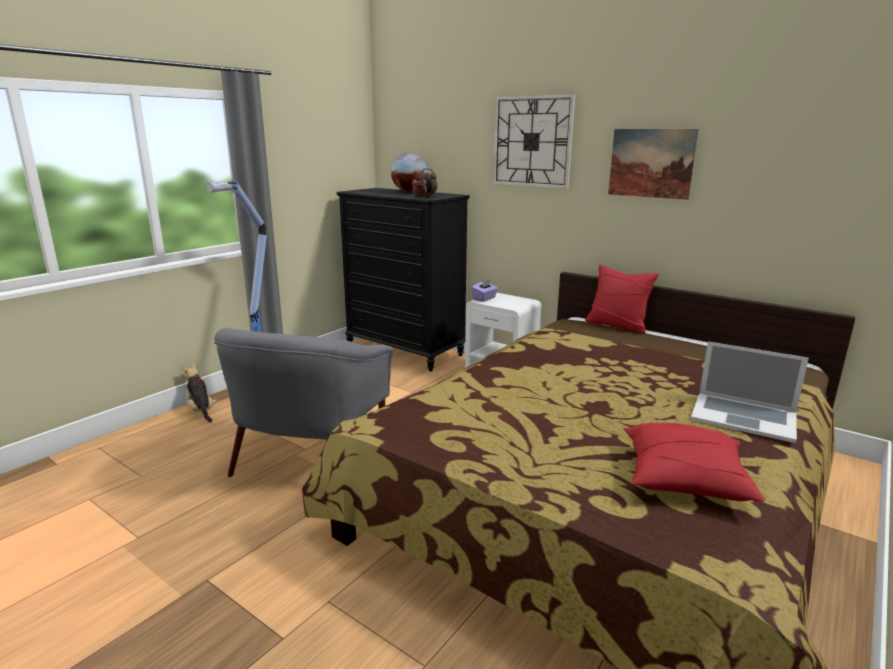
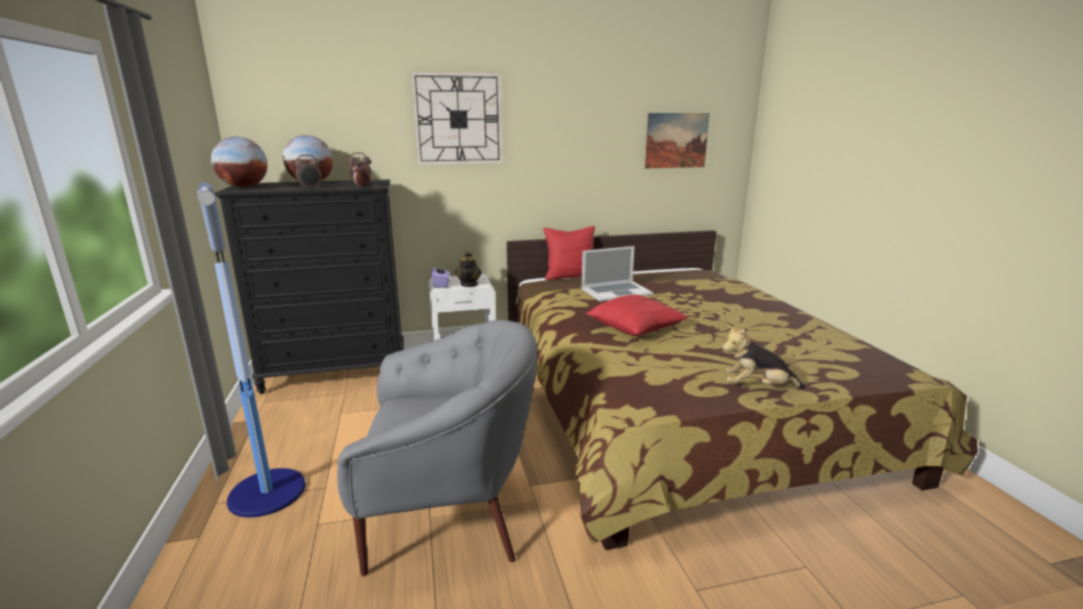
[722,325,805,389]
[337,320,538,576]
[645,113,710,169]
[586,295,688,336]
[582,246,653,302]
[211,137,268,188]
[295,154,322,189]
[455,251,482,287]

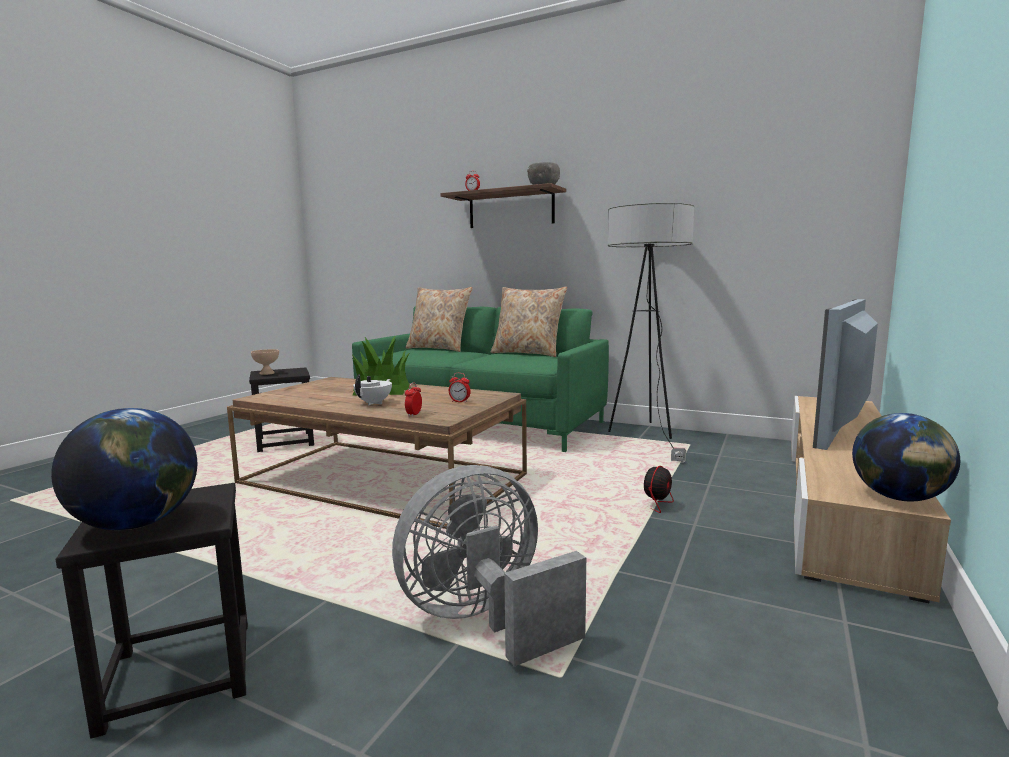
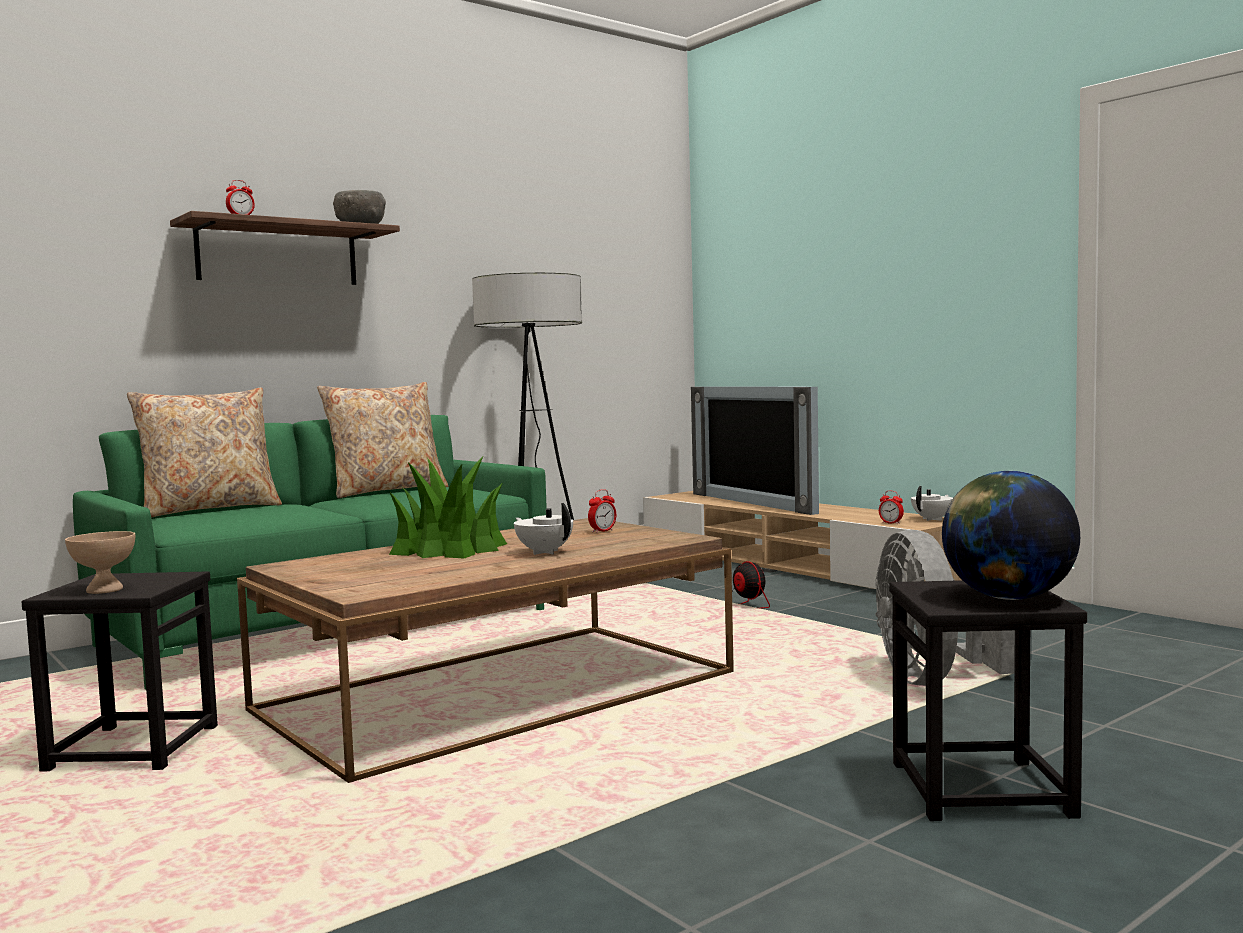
[879,491,904,524]
[911,486,953,521]

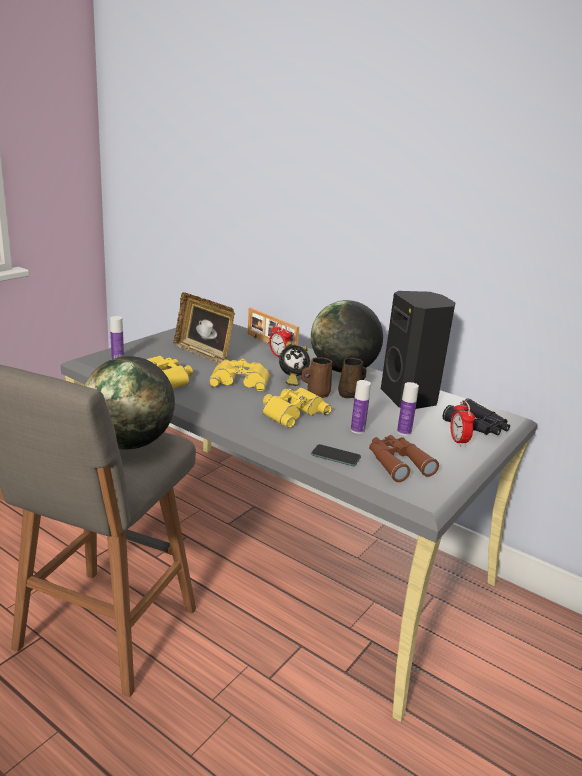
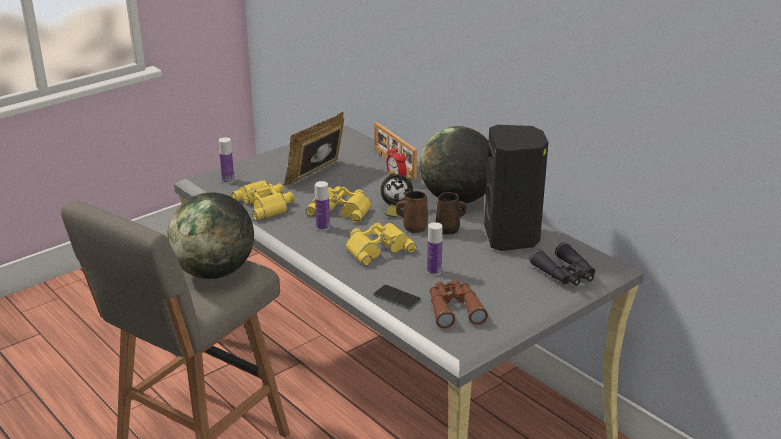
[284,112,344,185]
[315,181,330,231]
[450,400,475,447] (first image)

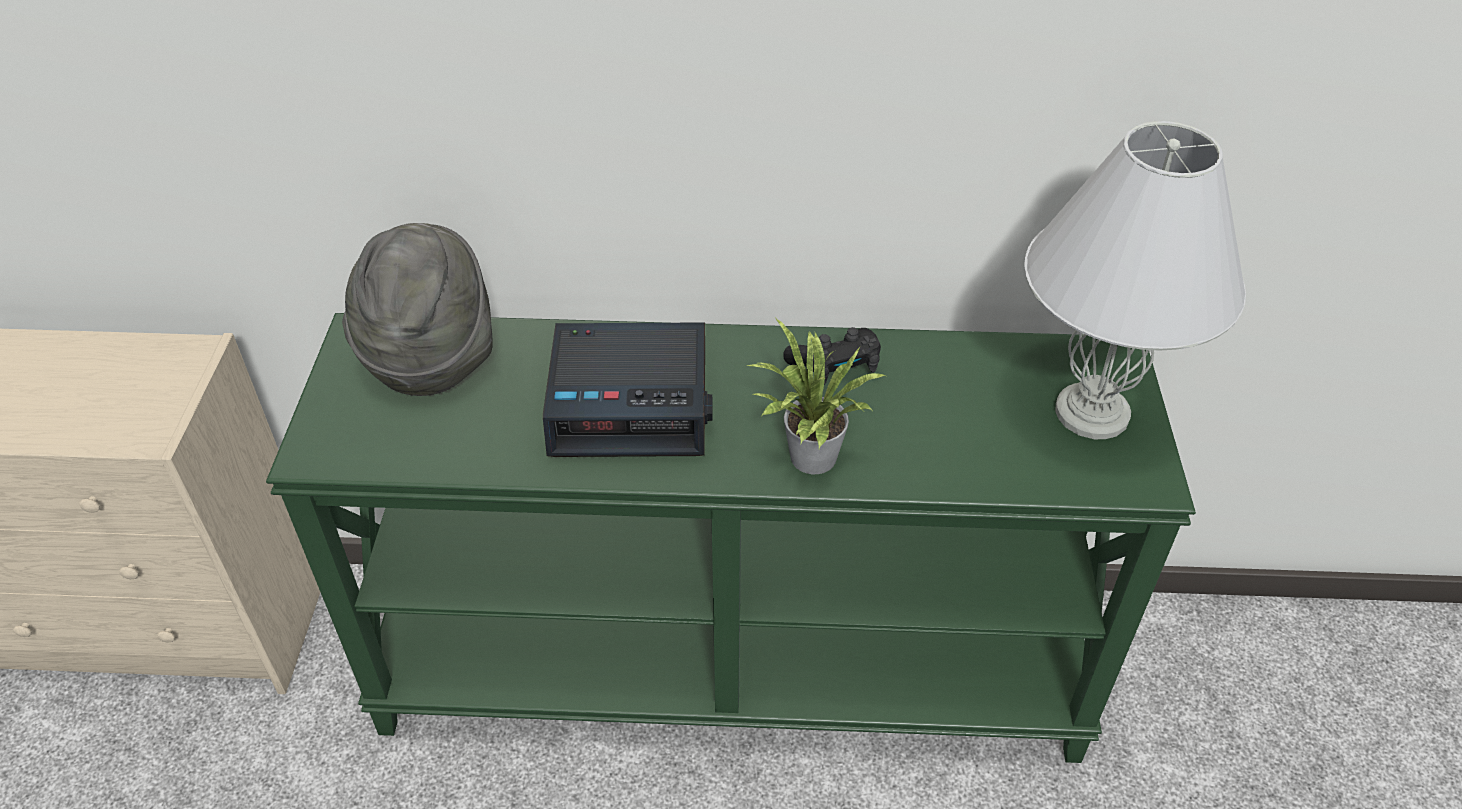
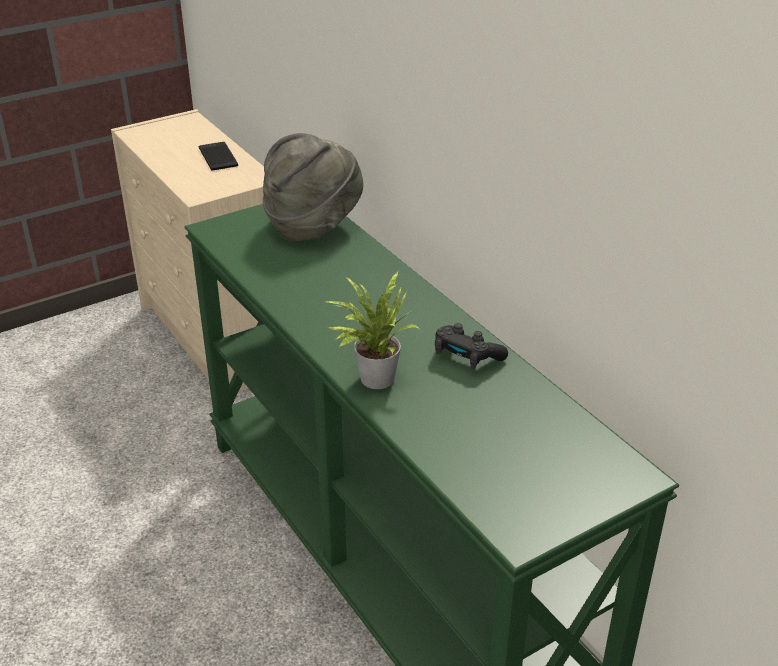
[543,322,713,457] (first image)
[1024,121,1246,439] (first image)
[199,142,238,170]

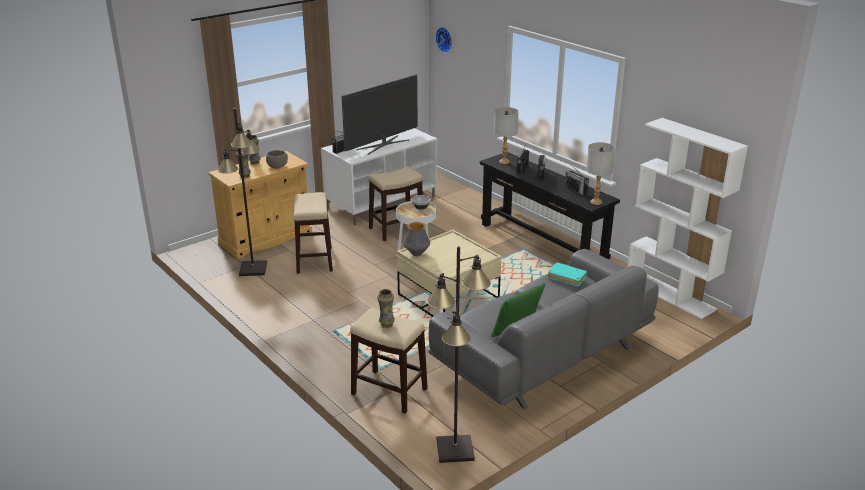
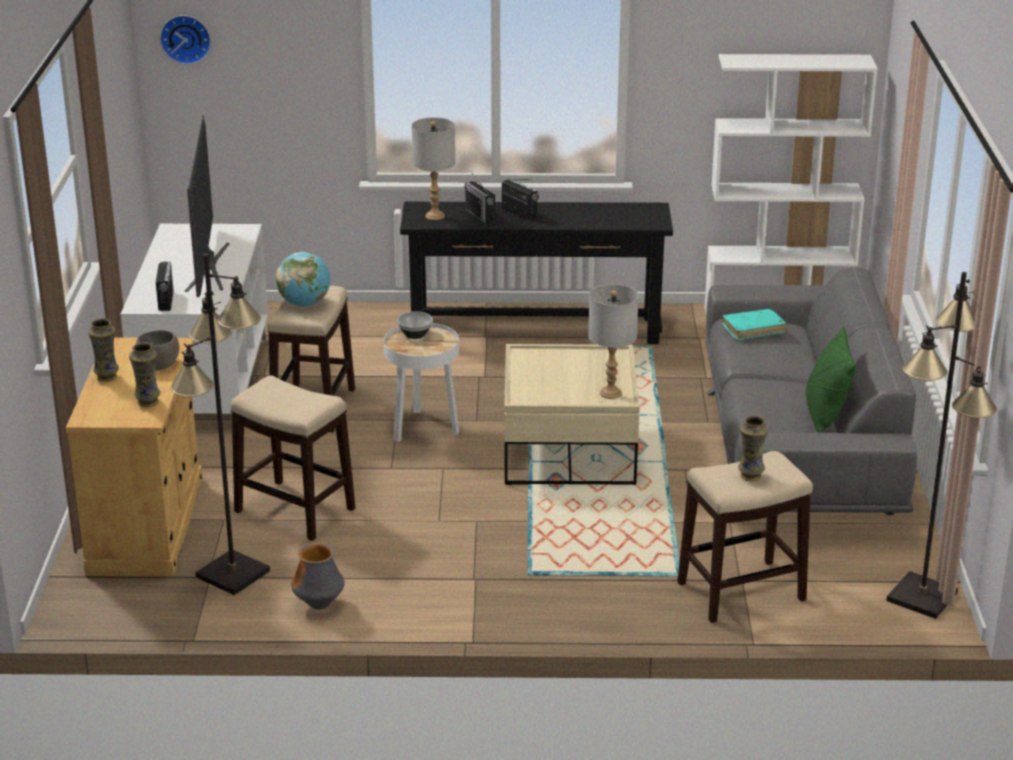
[291,543,345,610]
[565,165,589,196] (first image)
[588,284,639,399]
[276,252,330,306]

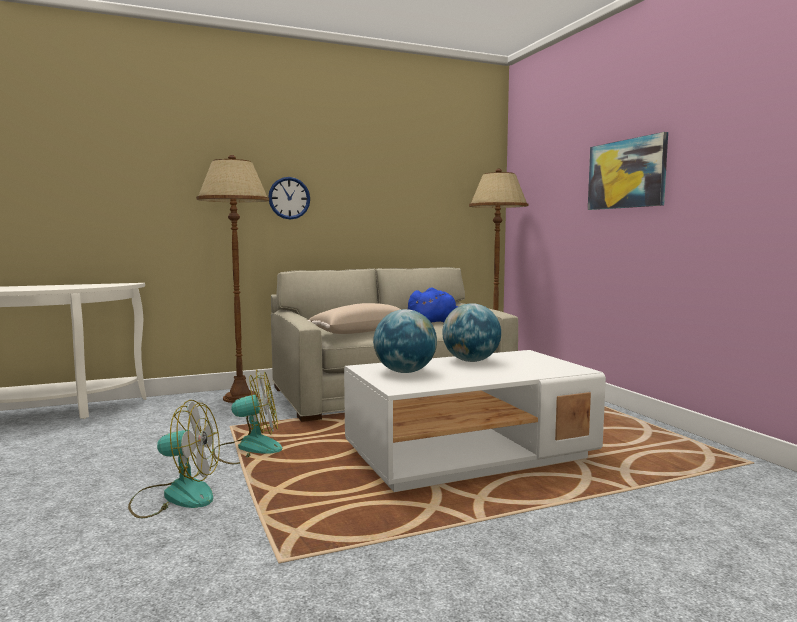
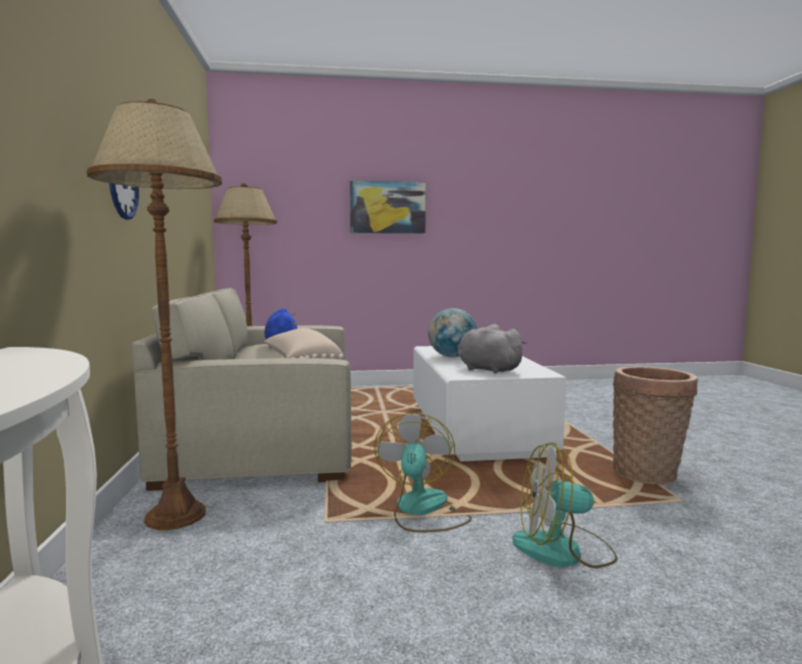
[512,442,618,568]
[457,324,527,373]
[613,366,698,485]

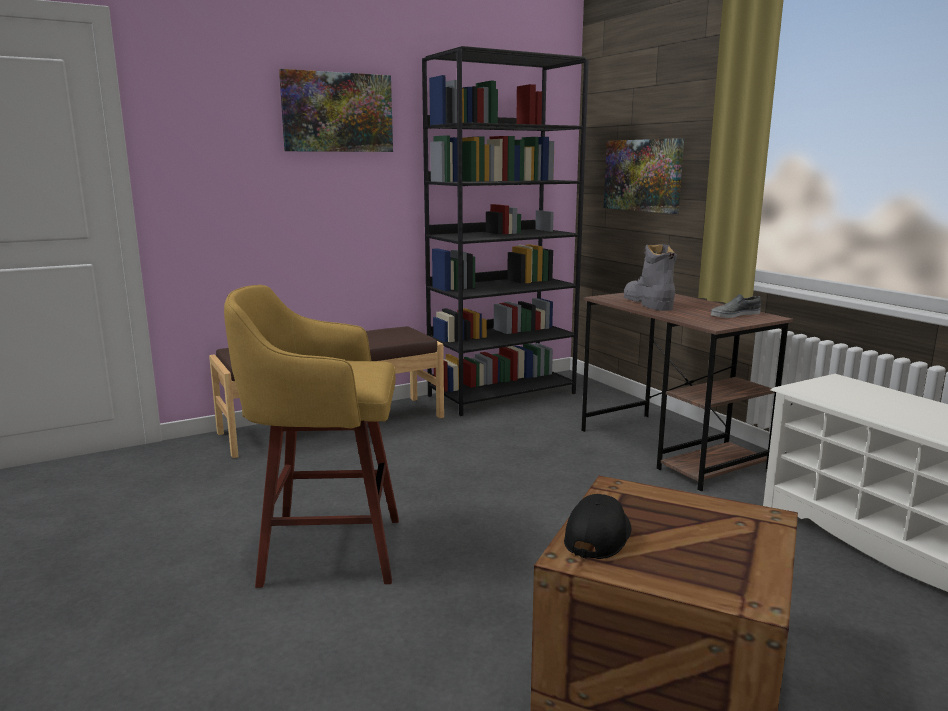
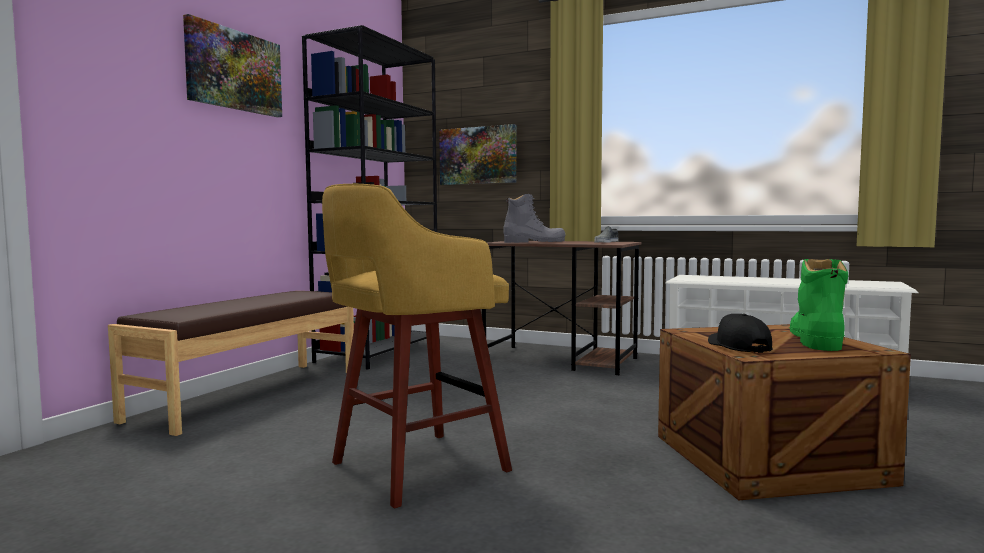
[503,194,565,243]
[790,259,848,351]

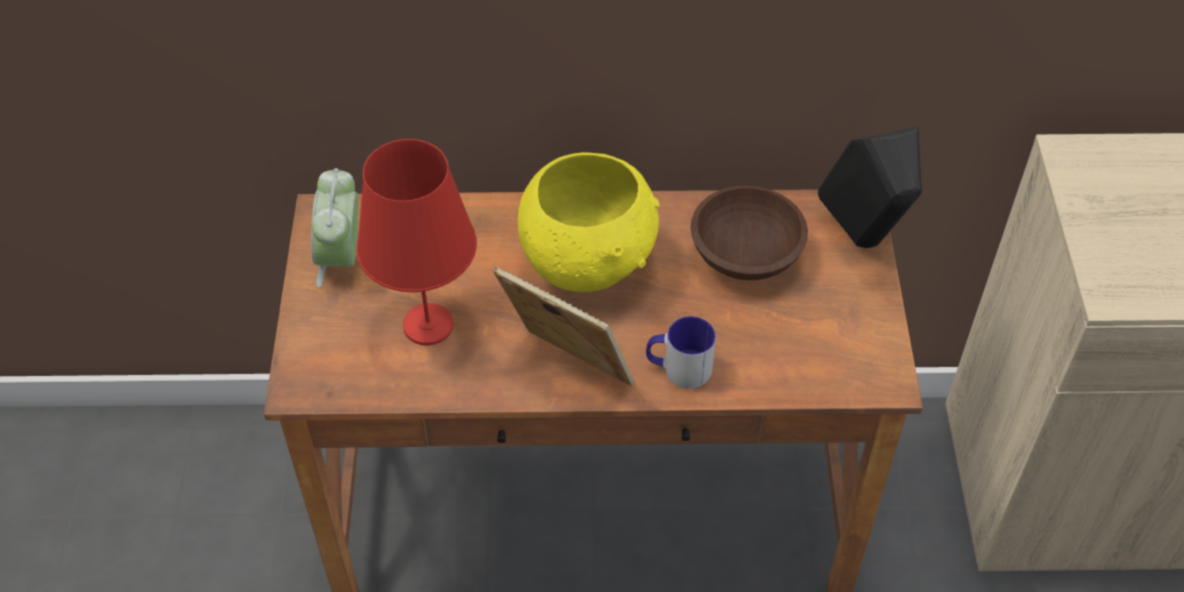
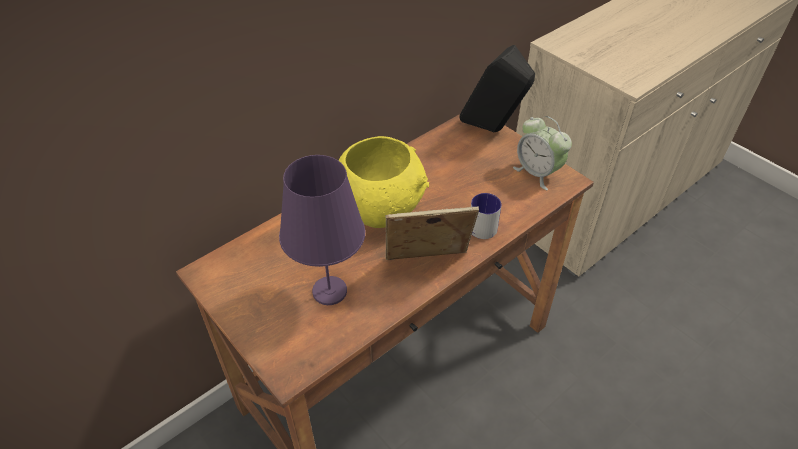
[513,116,572,190]
[279,155,365,305]
[691,186,808,280] (first image)

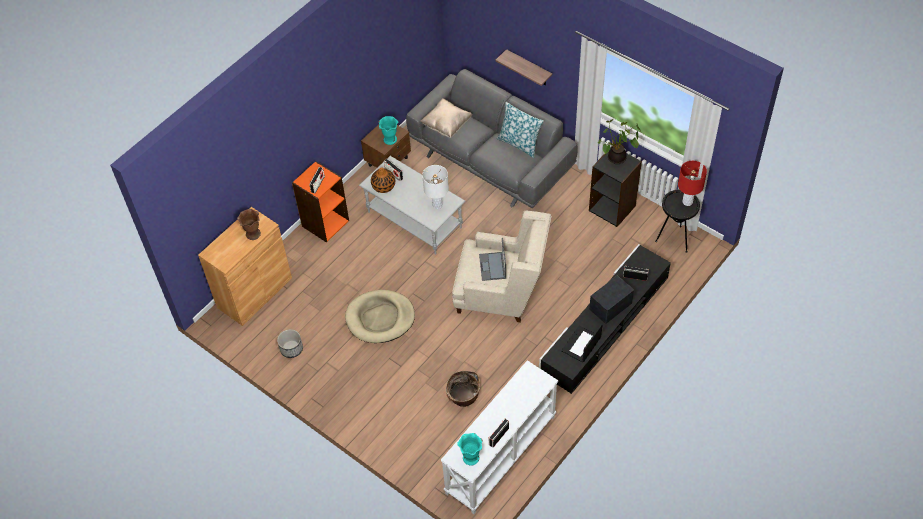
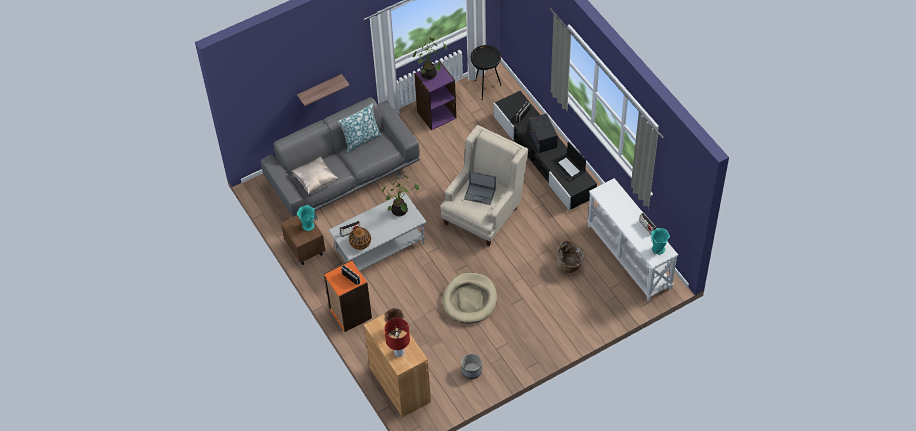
[382,174,419,216]
[414,61,456,130]
[384,318,410,357]

